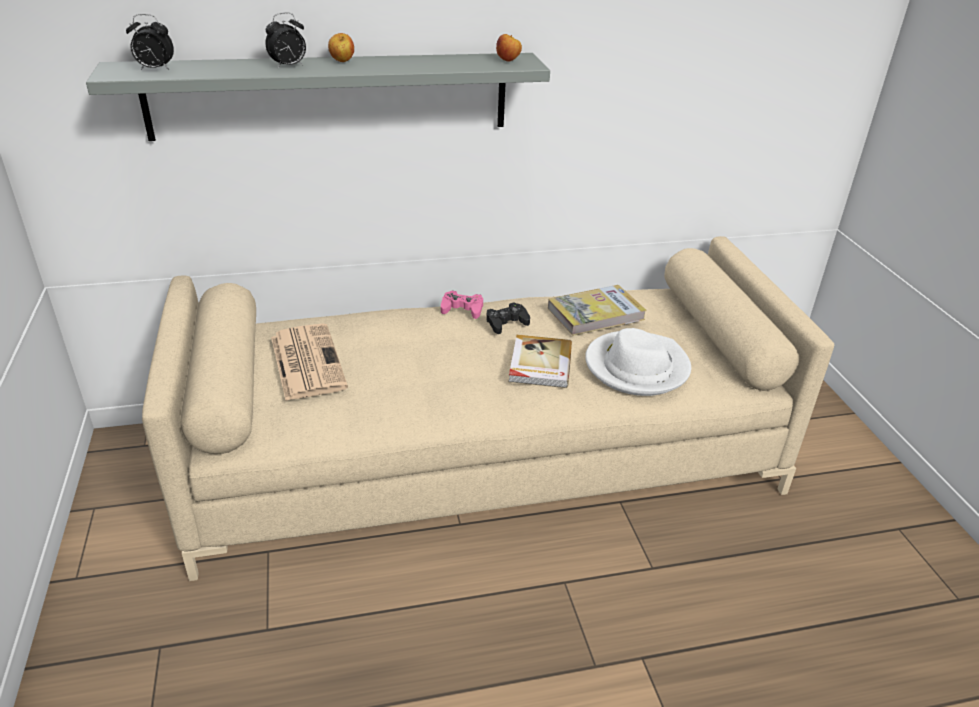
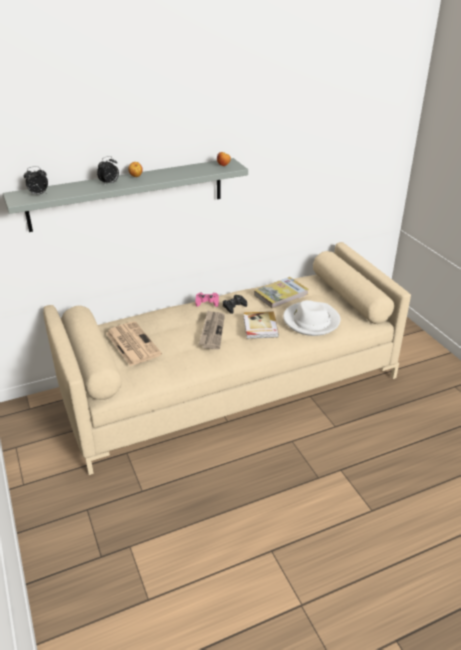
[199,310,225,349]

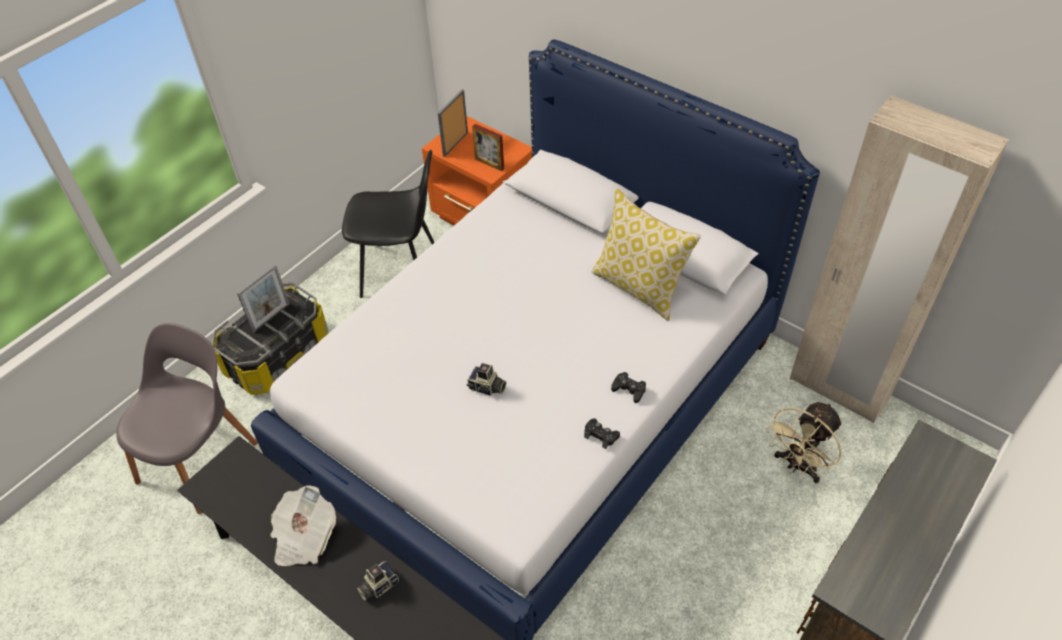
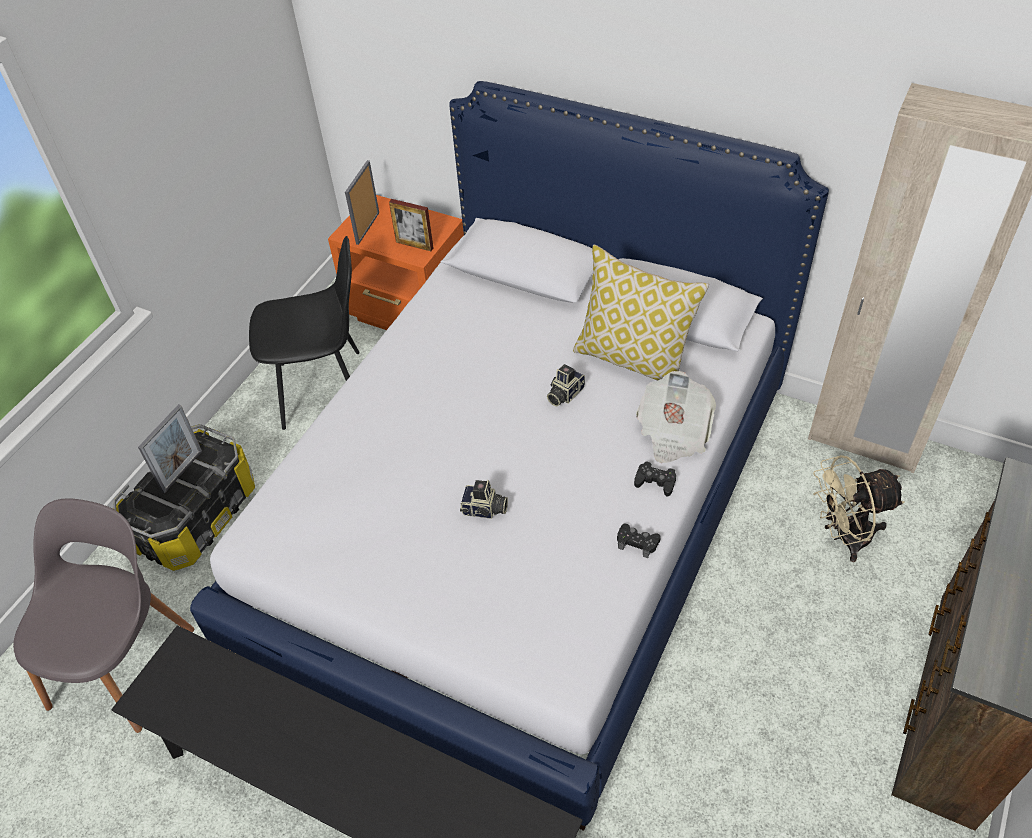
[636,371,716,463]
[547,364,585,406]
[813,455,905,562]

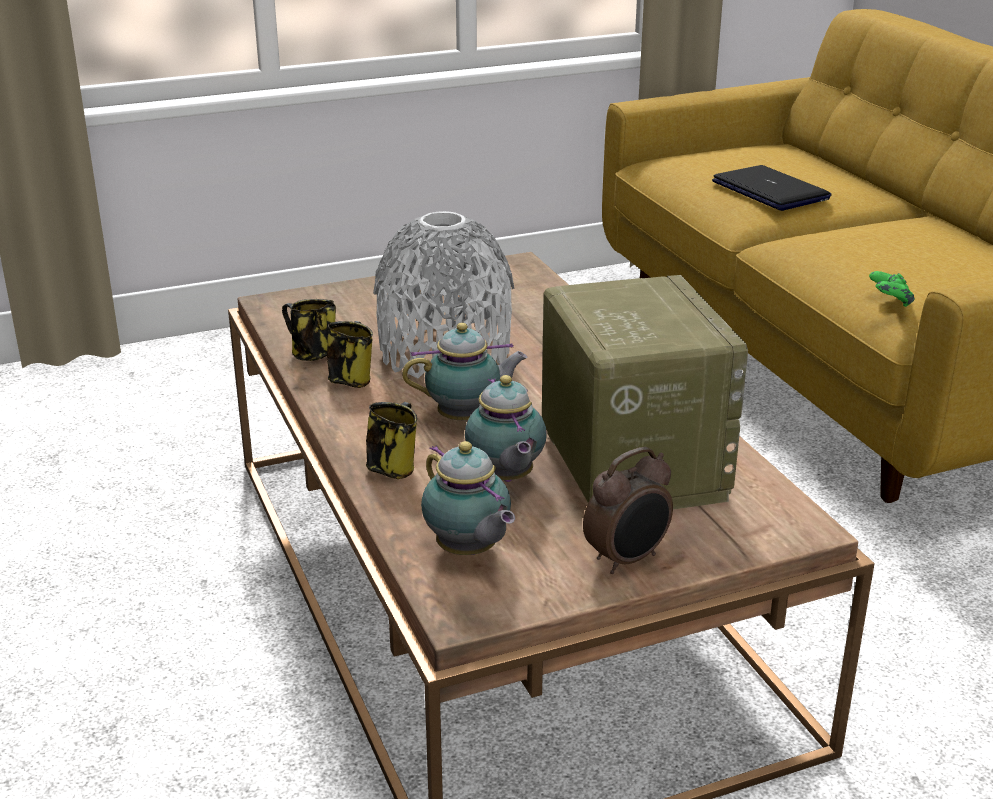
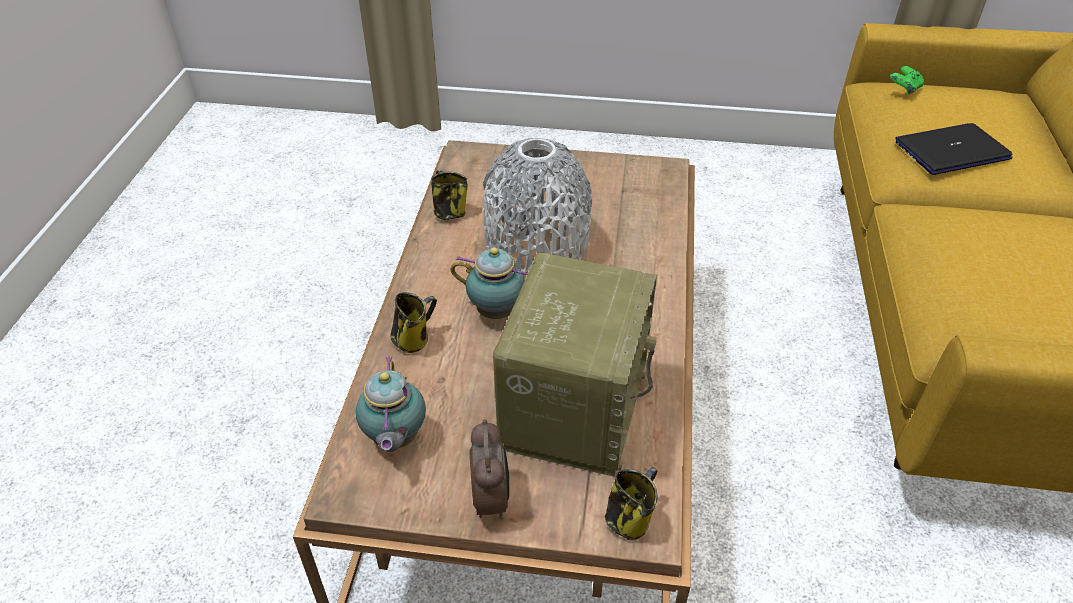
[605,467,658,540]
[465,375,547,482] (first image)
[469,419,509,519]
[896,123,1013,175]
[890,66,924,94]

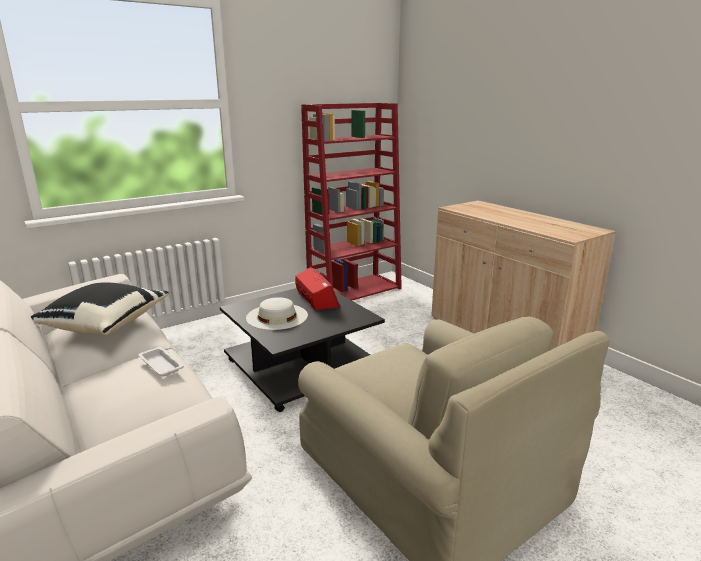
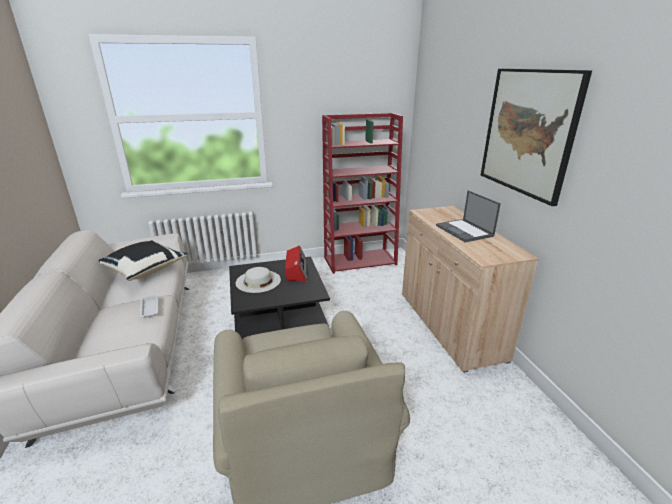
[436,191,501,242]
[481,69,592,206]

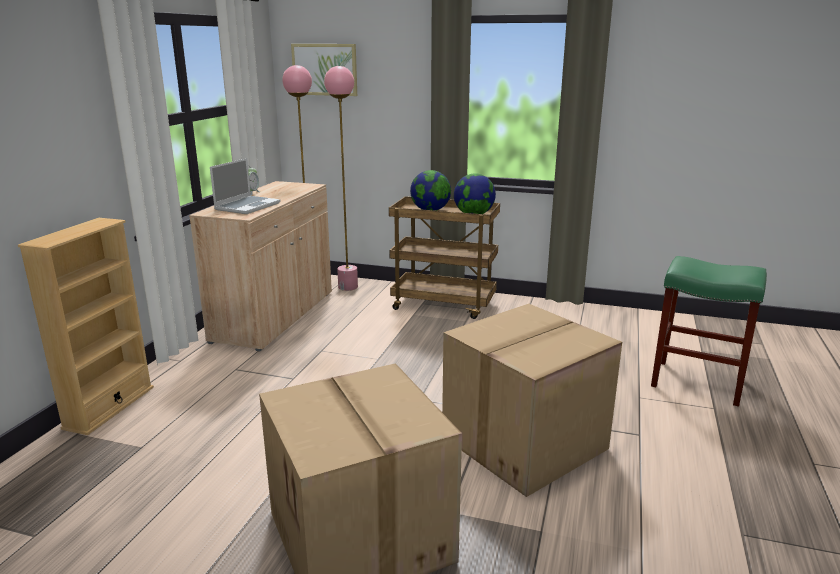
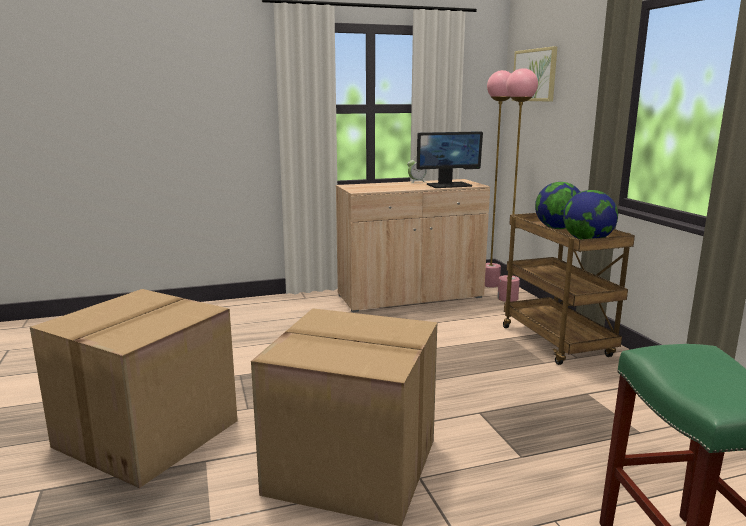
[18,218,154,435] (first image)
[210,158,281,214] (first image)
[417,131,483,188]

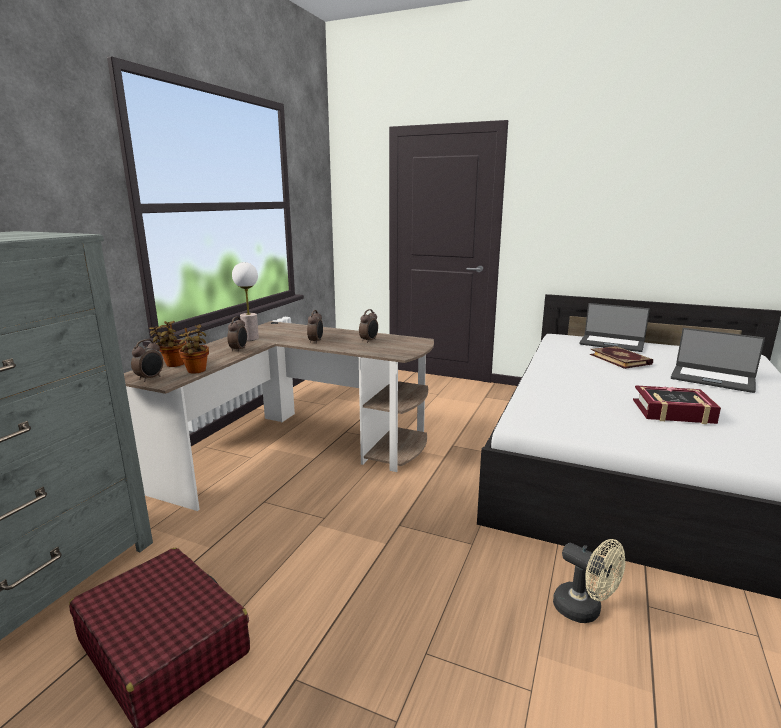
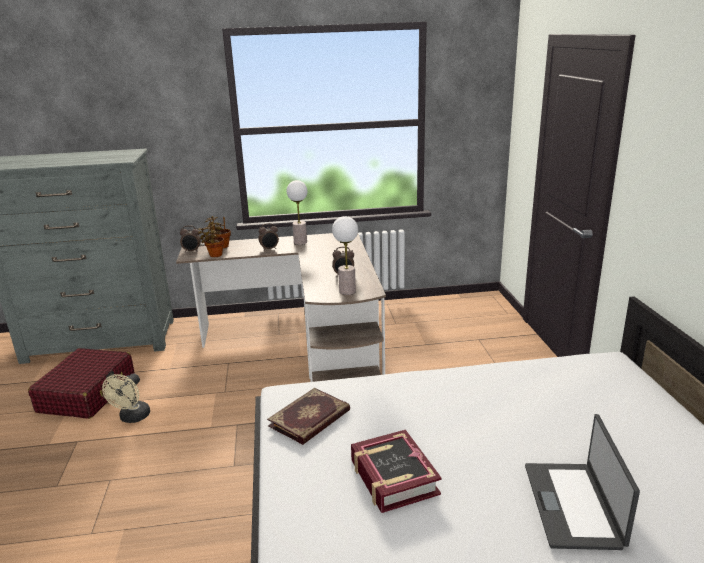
[307,310,323,344] (first image)
[102,373,150,423]
[579,303,650,352] (first image)
[267,388,350,445]
[332,216,358,295]

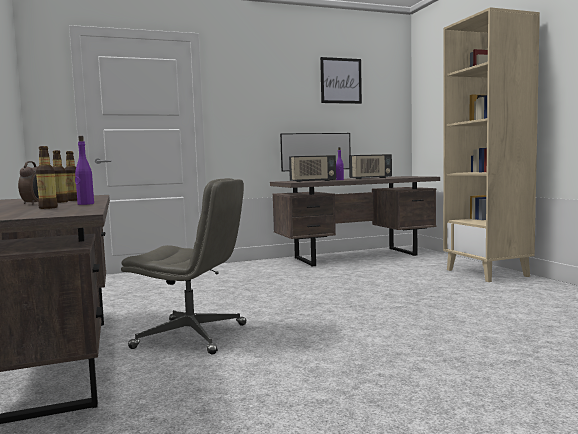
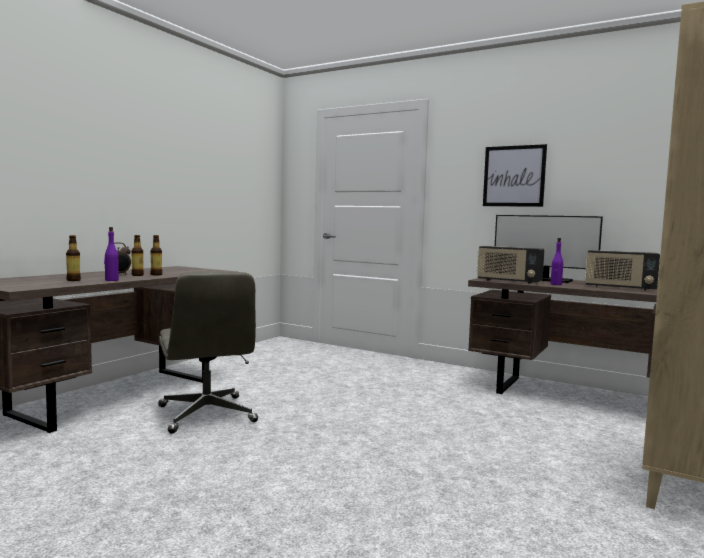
[483,144,547,207]

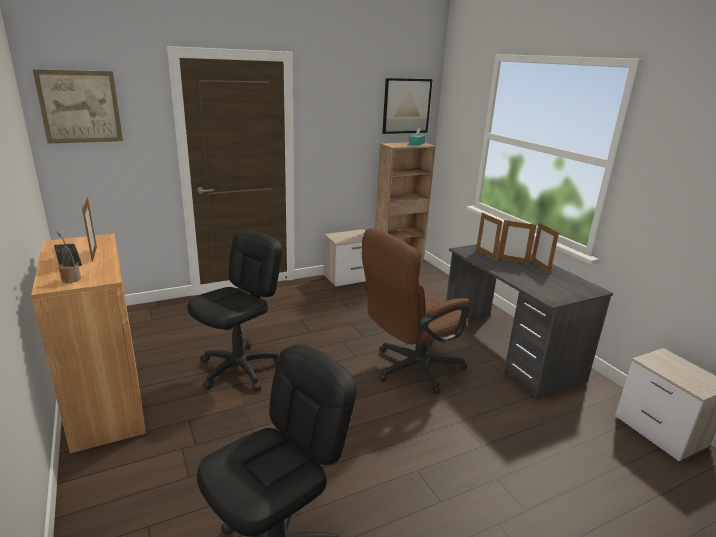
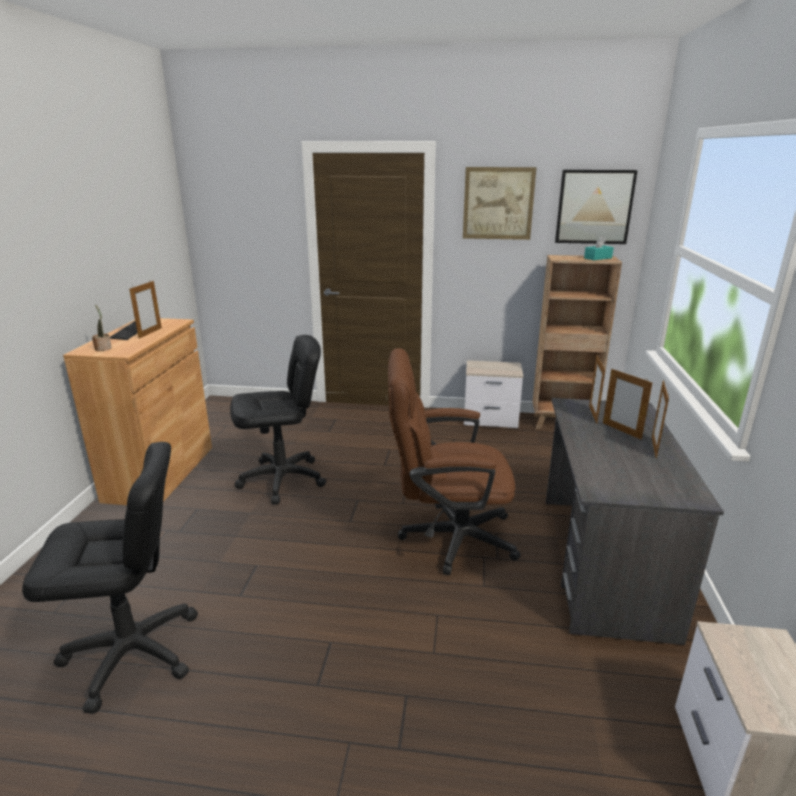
[463,167,537,240]

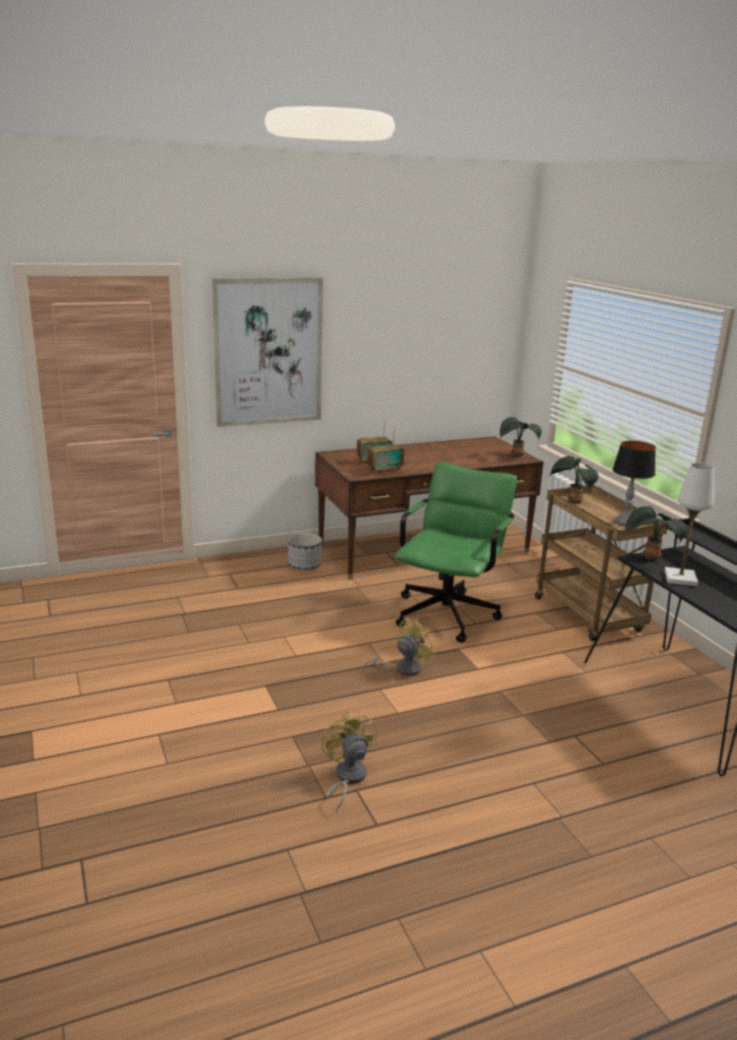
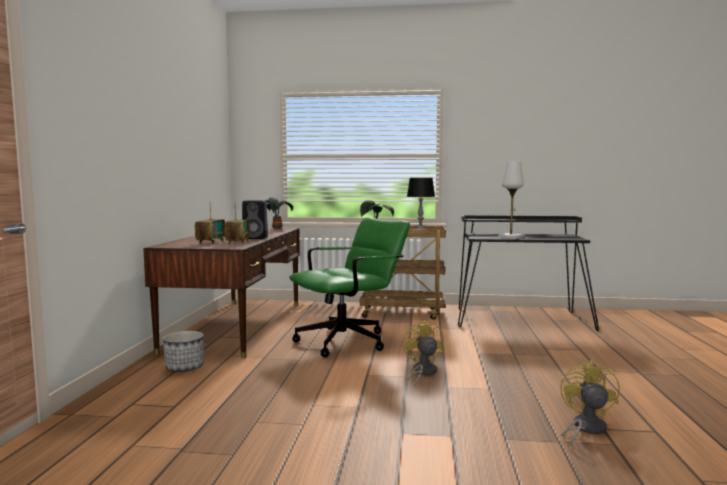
[212,278,323,427] (first image)
[560,360,620,448]
[289,217,410,358]
[625,506,687,560] (first image)
[242,200,268,239]

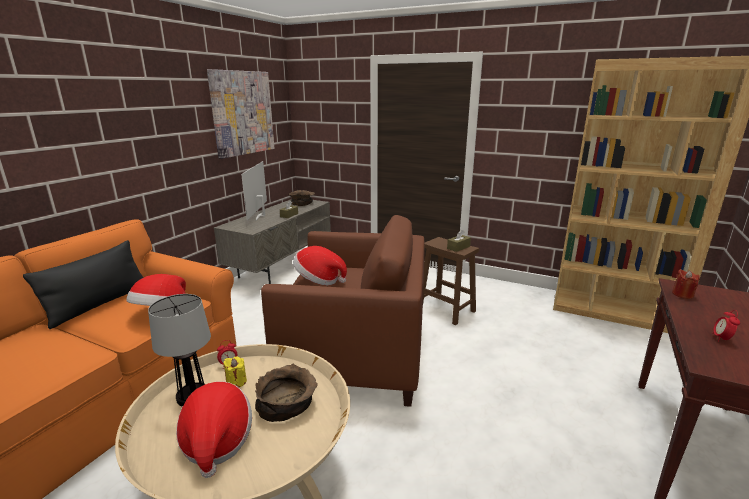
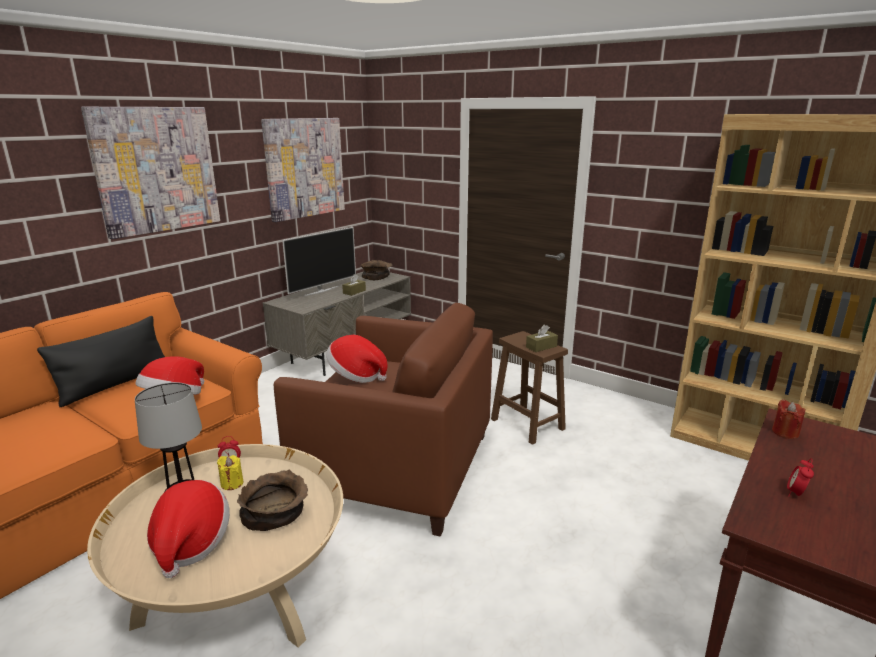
[282,227,356,296]
[81,107,220,239]

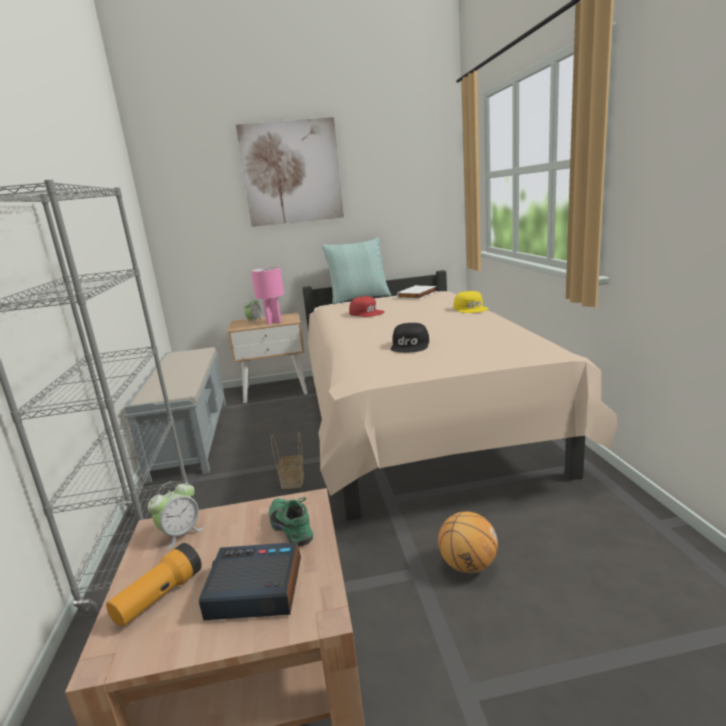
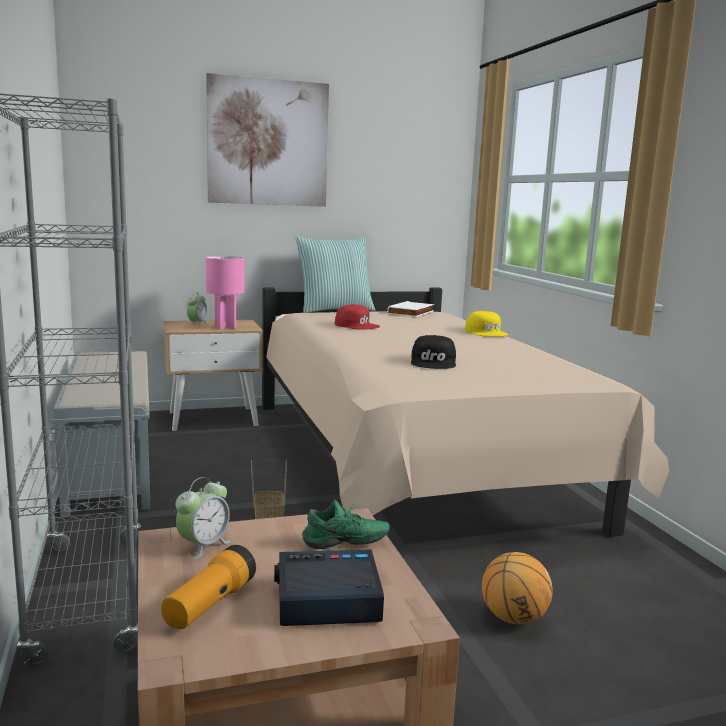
[302,500,389,549]

